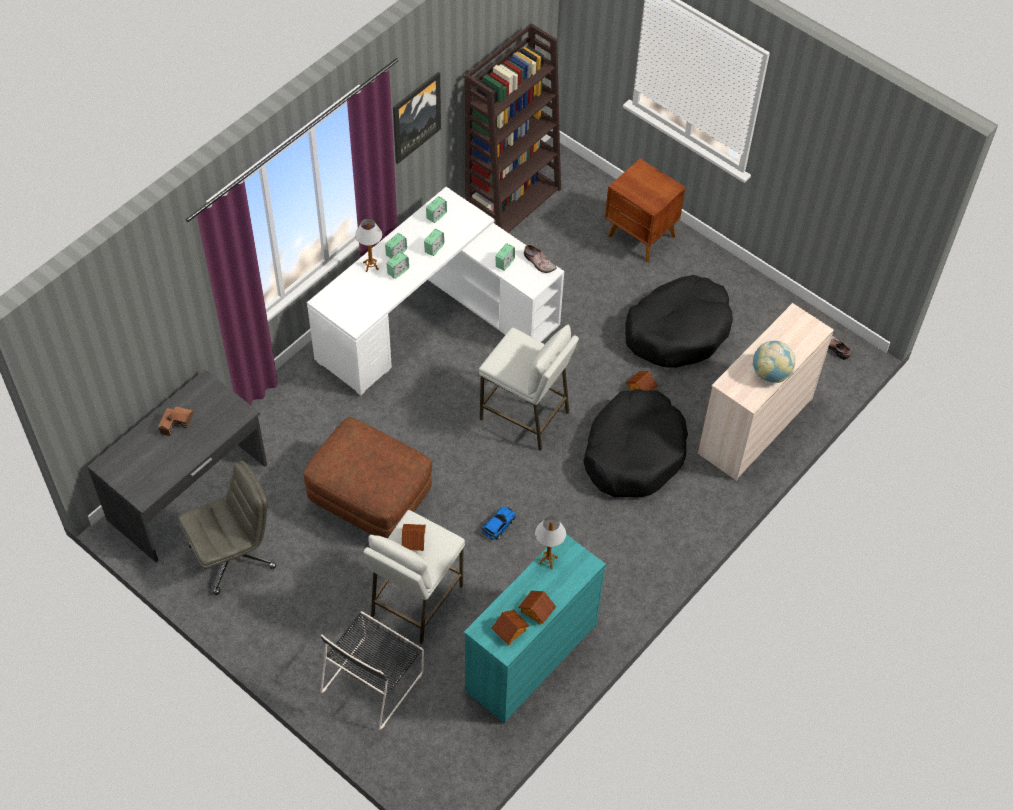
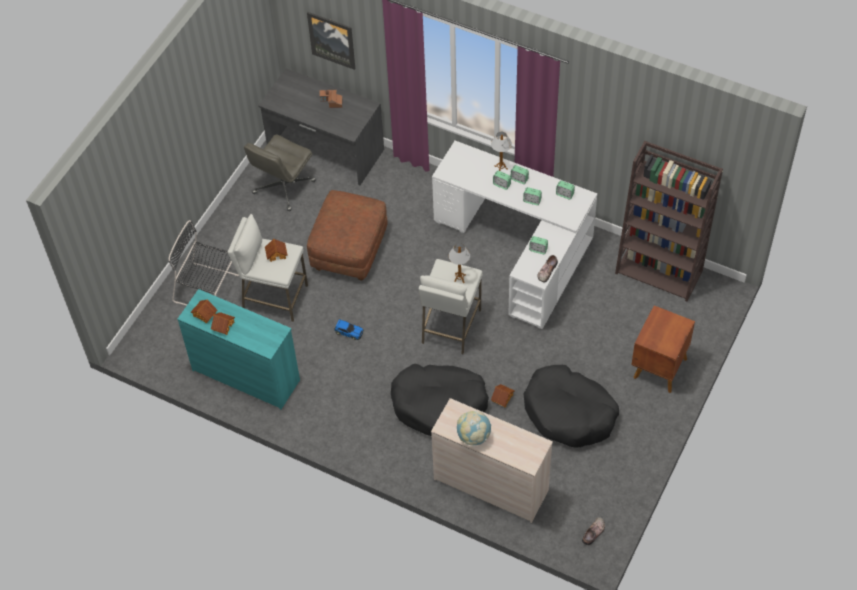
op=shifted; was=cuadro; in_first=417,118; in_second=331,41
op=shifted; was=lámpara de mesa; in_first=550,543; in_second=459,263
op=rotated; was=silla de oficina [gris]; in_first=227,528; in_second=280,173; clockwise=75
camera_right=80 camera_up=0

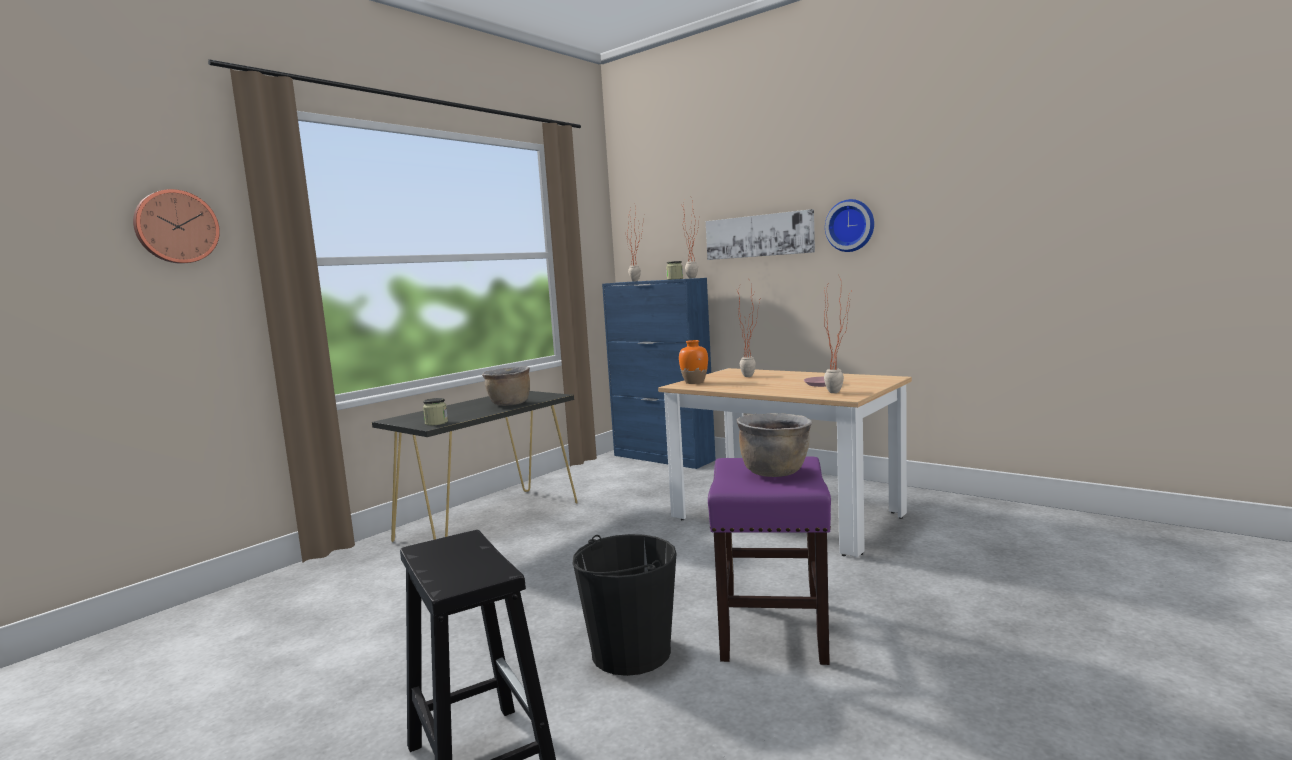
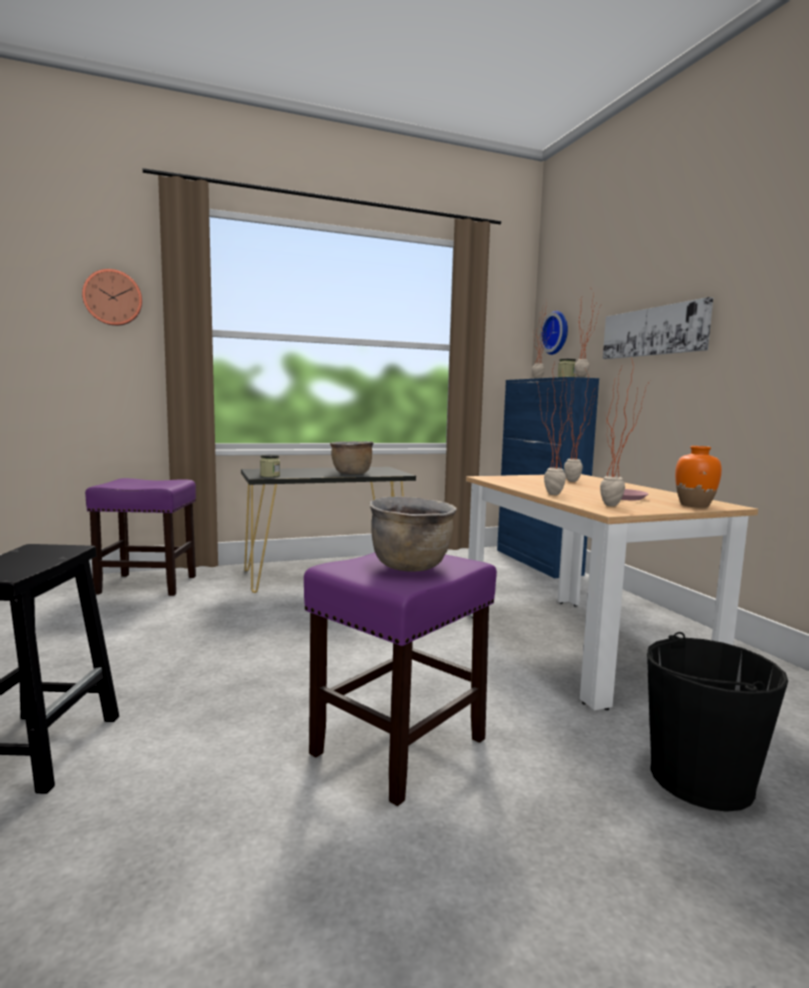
op=new; now=taburete [morado]; in_second=140,537
op=new; now=planta en maceta; in_second=553,428
op=shifted; was=cubo [negro]; in_first=624,605; in_second=717,722
op=shifted; was=florero [naranja]; in_first=693,362; in_second=698,477
op=shifted; was=reloj de pared; in_first=849,225; in_second=554,333
camera_right=30 camera_up=0

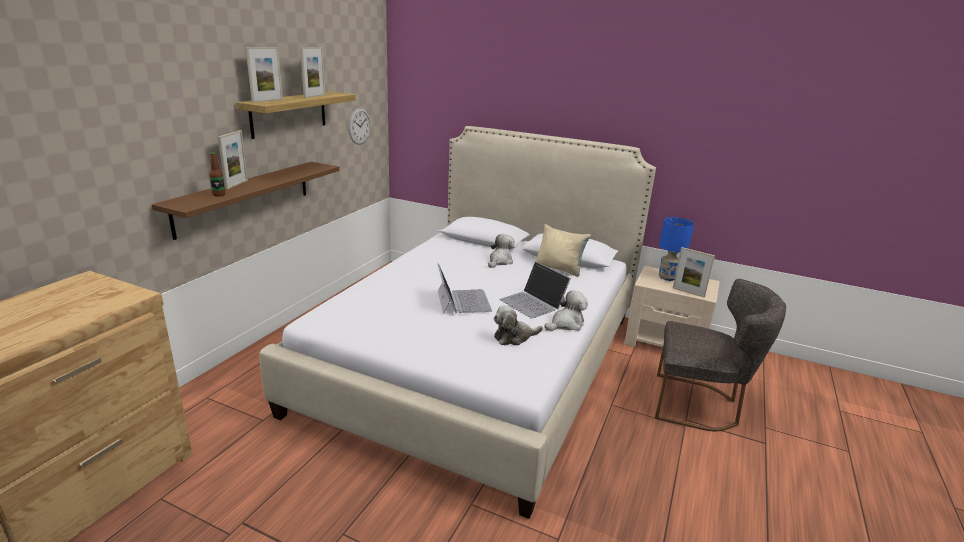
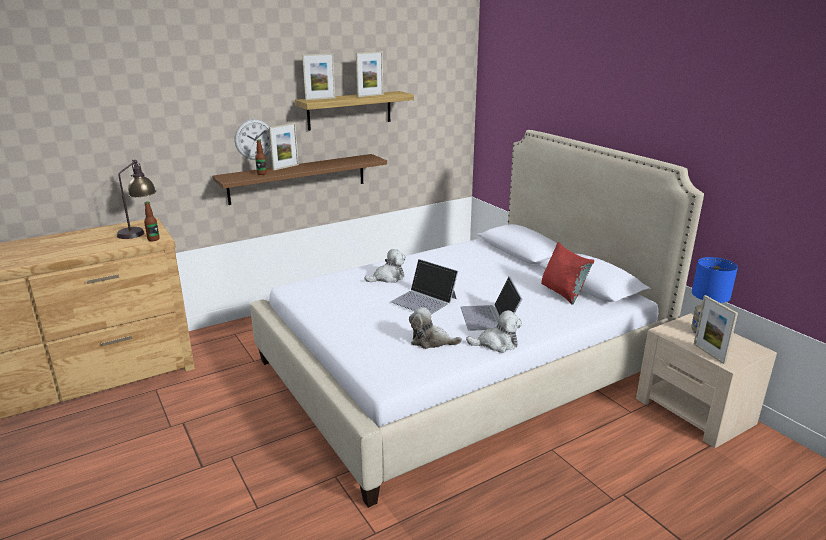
op=gone; was=silla [gris]; in_first=720,355
op=new; now=lámpara de mesa; in_second=136,199
op=new; now=botella; in_second=152,221
op=shifted; was=reloj de pared; in_first=359,126; in_second=253,139
op=shifted; was=peluche; in_first=501,251; in_second=385,266
op=repainted; was=cojín [beis]; now=cojín [rojo]; in_first=563,250; in_second=567,273
op=rotated; was=portátil; in_first=464,288; in_second=424,286; clockwise=105
camera_right=35 camera_up=0

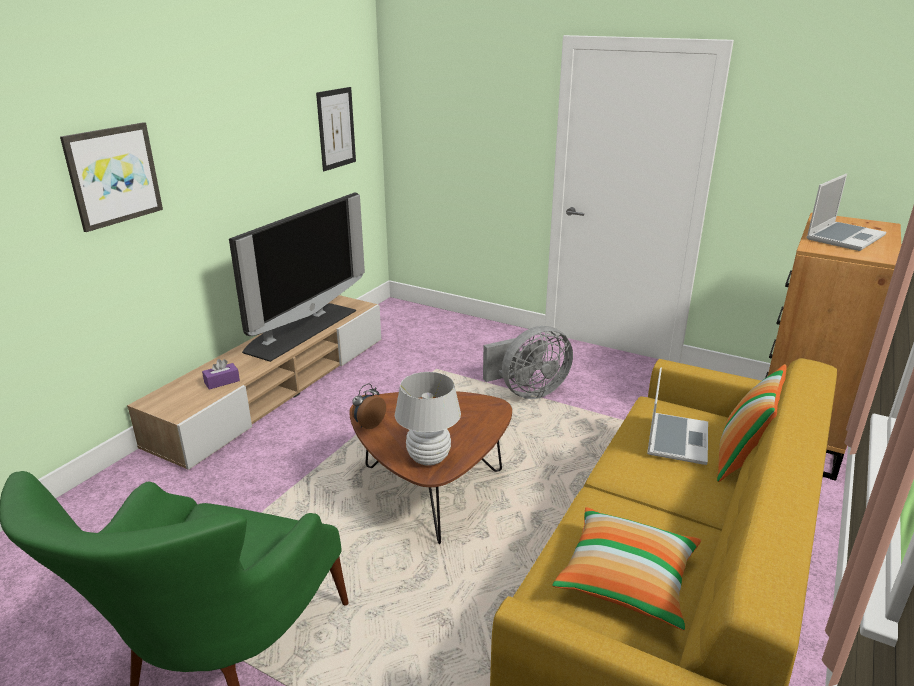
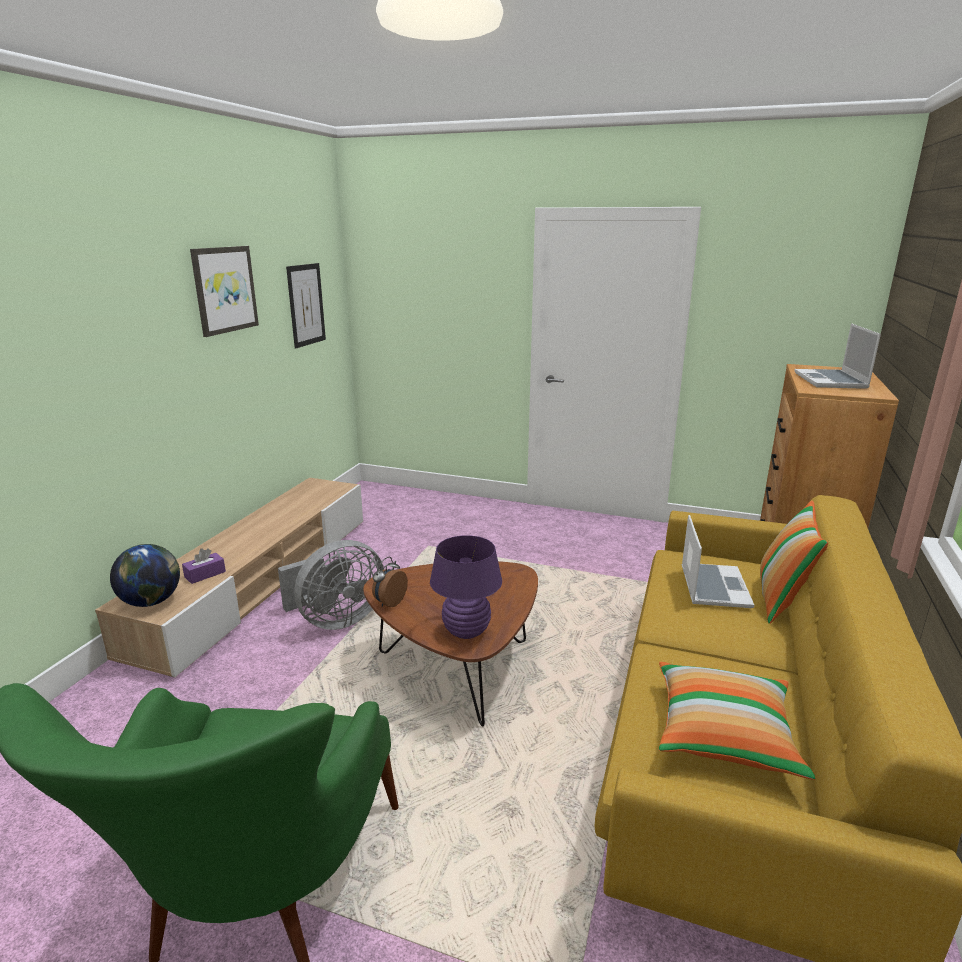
op=gone; was=televisor; in_first=297,277
op=new; now=globo terráqueo; in_second=145,575
op=shifted; was=cuadro; in_first=111,177; in_second=224,291
op=shifted; was=ventilador [gris]; in_first=528,362; in_second=331,585
op=repainted; was=lámpara de mesa [blanco]; now=lámpara de mesa [morado]; in_first=428,419; in_second=466,587
op=rotated; was=portátil; in_first=846,212; in_second=838,356; clockwise=150
camera_right=-10 camera_up=-5

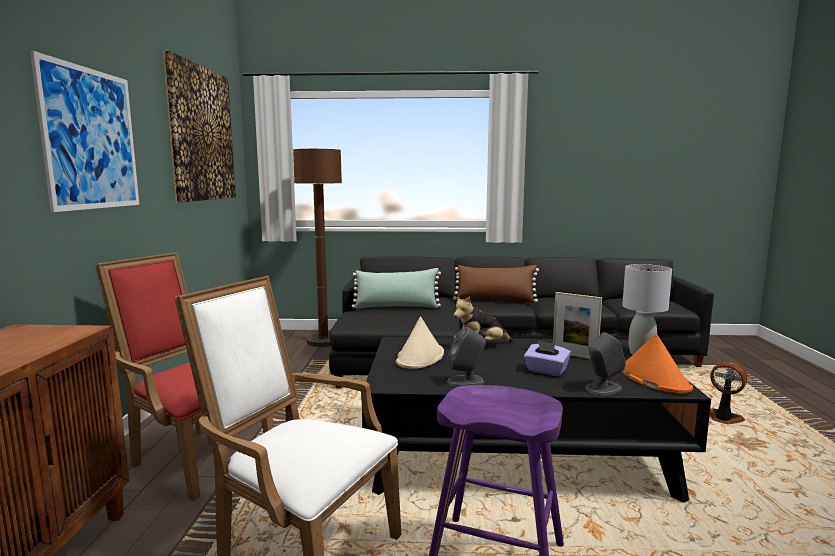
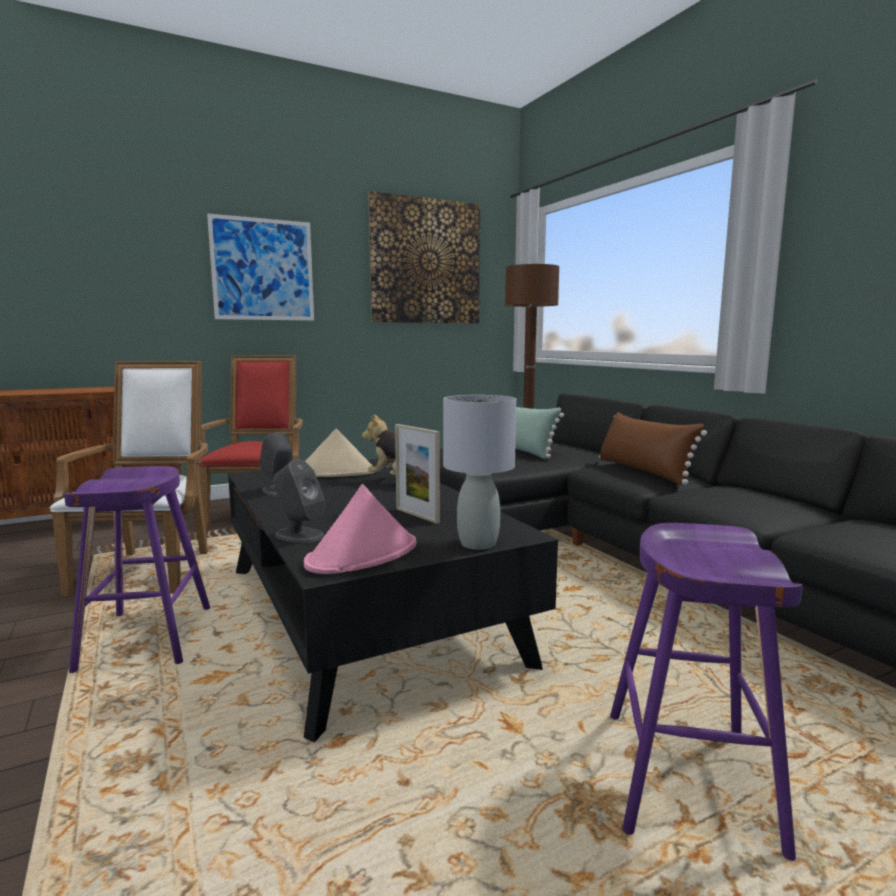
op=gone; was=caja de pañuelos [morado]; in_first=547,358
op=swapped; was=ventilador; now=taburete [morado]; in_first=728,392; in_second=706,692
op=repainted; was=sombrero [naranja]; now=sombrero [rosa]; in_first=657,363; in_second=360,529
op=rotated; was=portarretratos; in_first=577,325; in_second=417,474; clockwise=-45
camera_right=60 camera_up=0

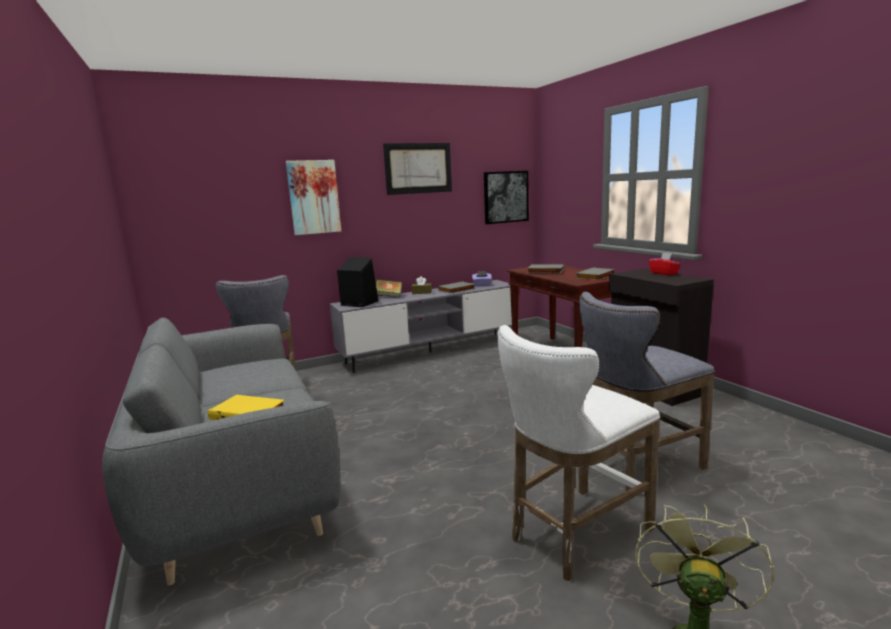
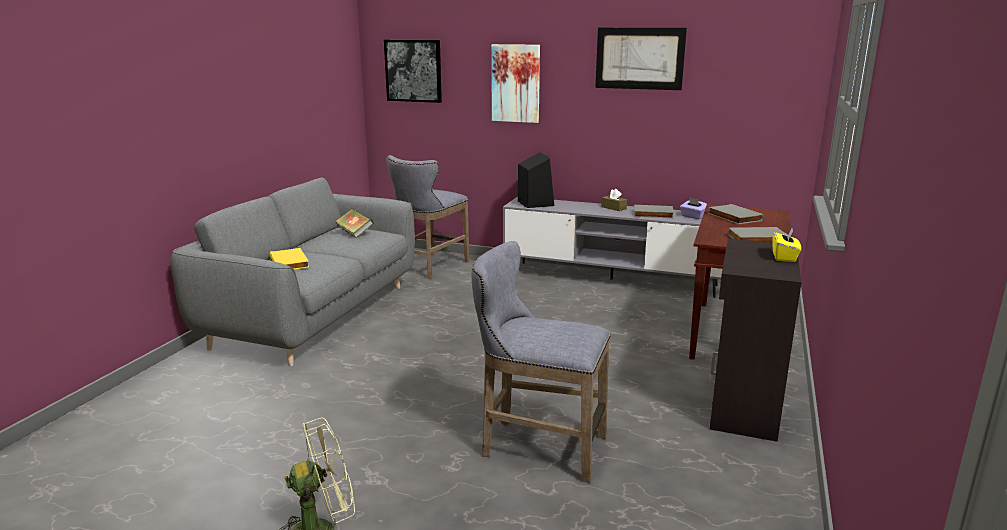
op=gone; was=taburete [blanco]; in_first=579,453
op=shifted; was=libro; in_first=389,288; in_second=354,223
op=shifted; was=cuadro; in_first=506,197; in_second=413,71
op=repainted; was=caja de pañuelos [rojo]; now=caja de pañuelos [amarillo]; in_first=665,264; in_second=786,245
camera_right=45 camera_up=5

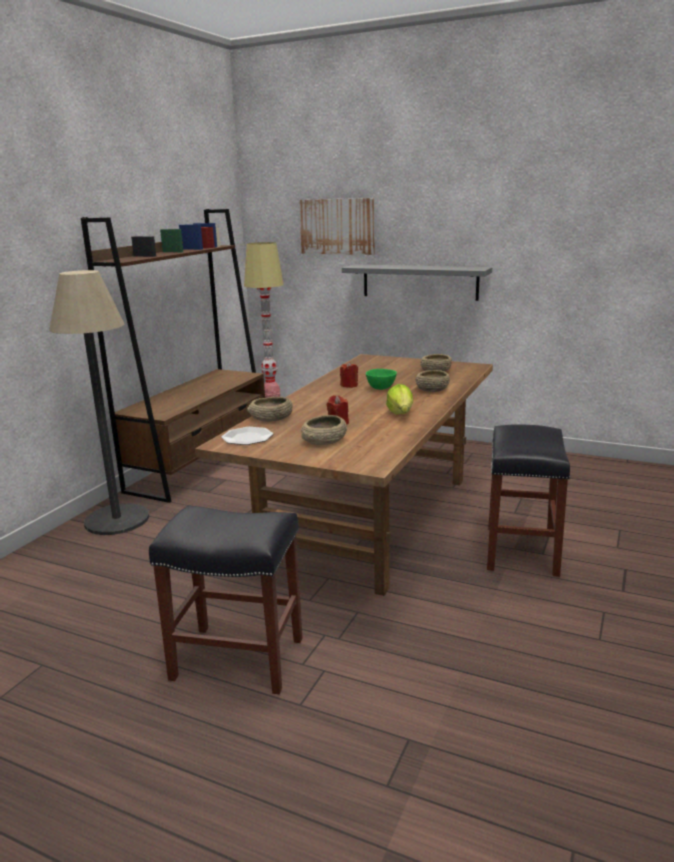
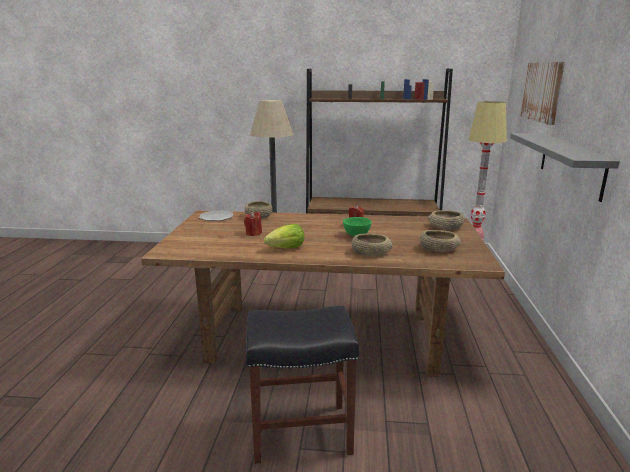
op=gone; was=taburete [negro]; in_first=226,599
op=shifted; was=cuenco [beis]; in_first=324,430; in_second=446,219
camera_right=70 camera_up=0

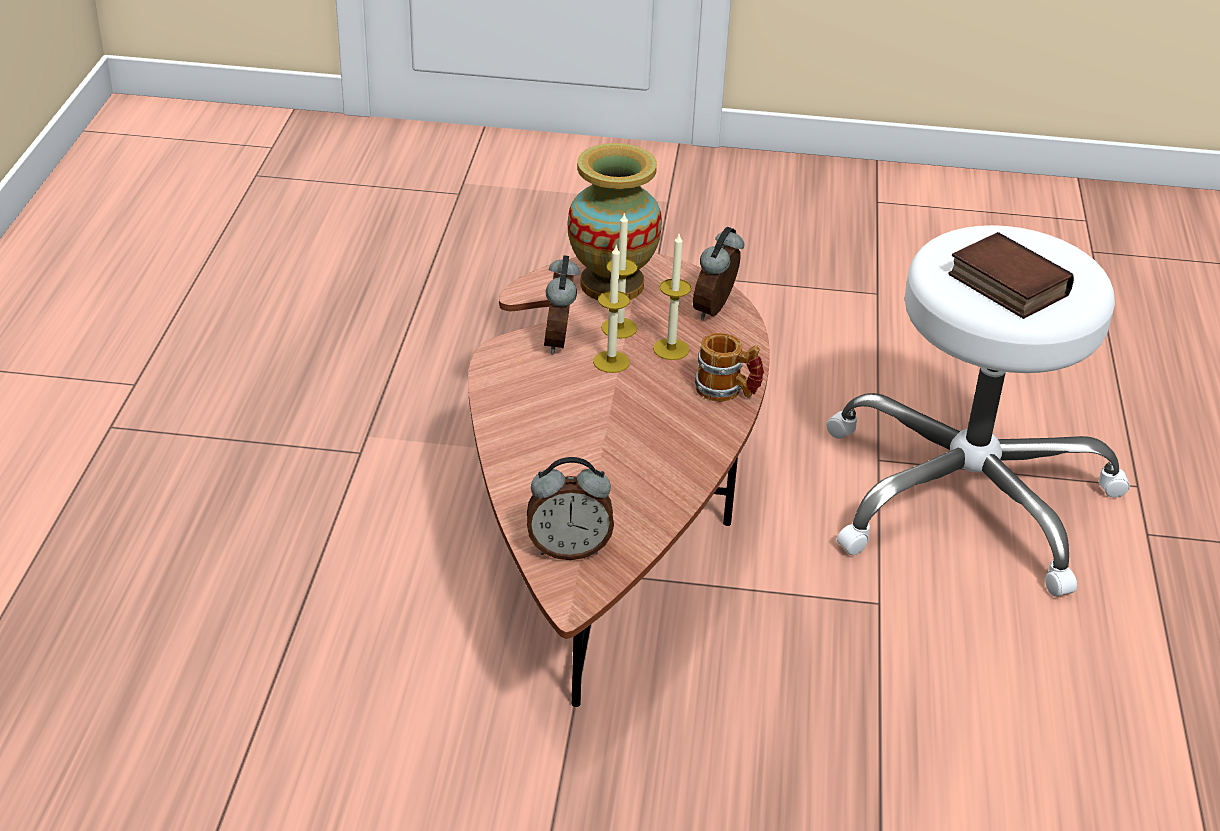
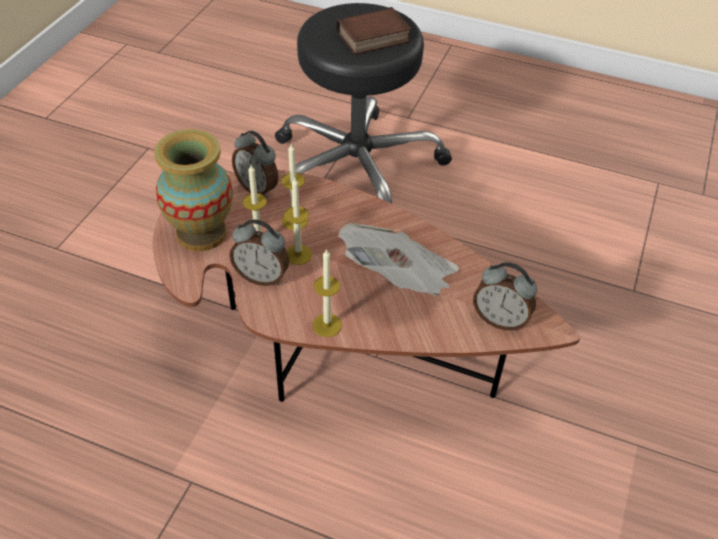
op=gone; was=taza grande; in_first=729,367
op=new; now=vela; in_second=327,293
op=new; now=periódico; in_second=399,259
op=repainted; was=taburete [blanco]; now=taburete [negro]; in_first=978,411; in_second=363,103
op=rotated; was=despertador; in_first=570,508; in_second=505,296; clockwise=105
camera_right=-75 camera_up=10

